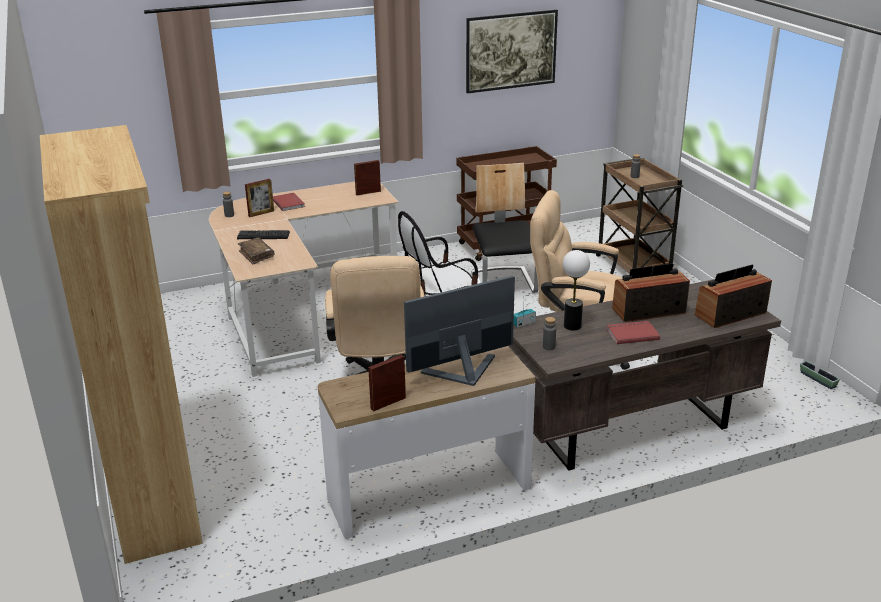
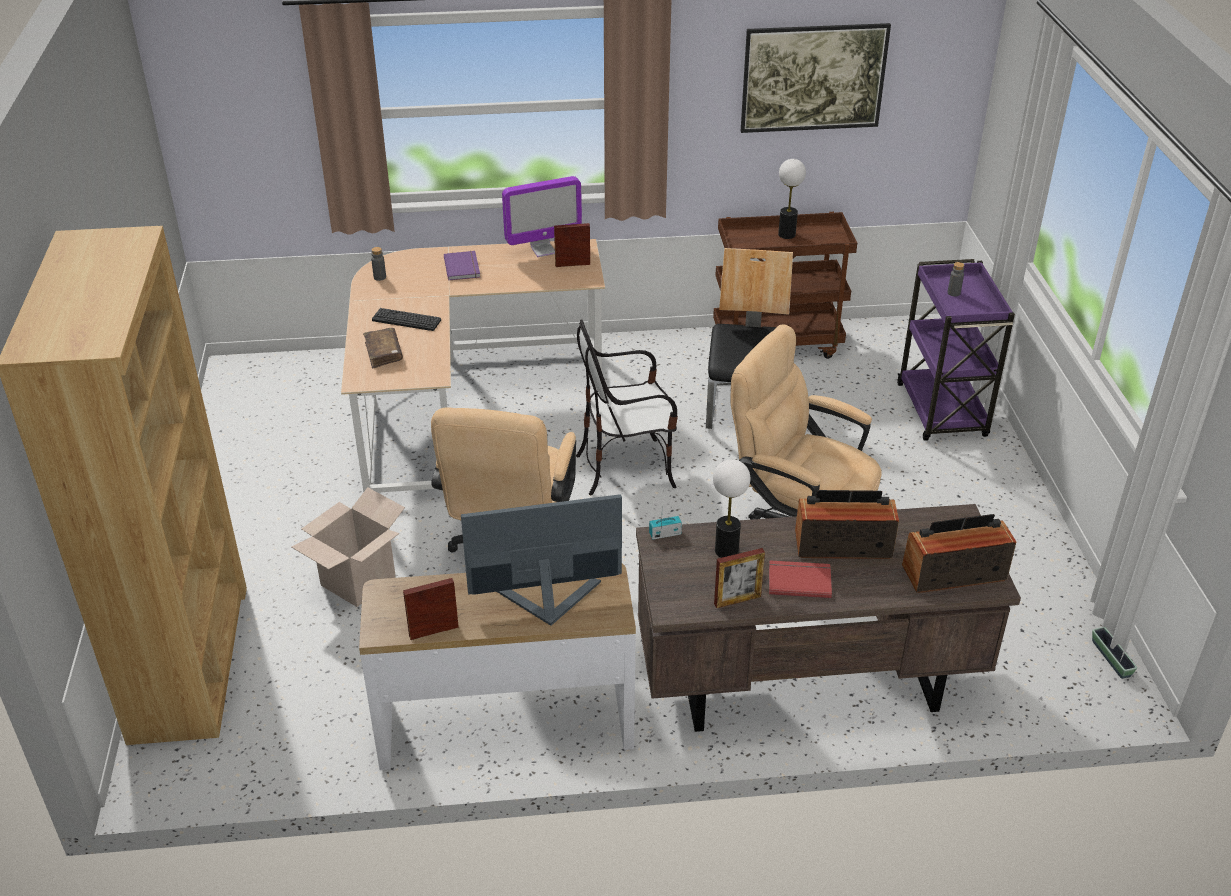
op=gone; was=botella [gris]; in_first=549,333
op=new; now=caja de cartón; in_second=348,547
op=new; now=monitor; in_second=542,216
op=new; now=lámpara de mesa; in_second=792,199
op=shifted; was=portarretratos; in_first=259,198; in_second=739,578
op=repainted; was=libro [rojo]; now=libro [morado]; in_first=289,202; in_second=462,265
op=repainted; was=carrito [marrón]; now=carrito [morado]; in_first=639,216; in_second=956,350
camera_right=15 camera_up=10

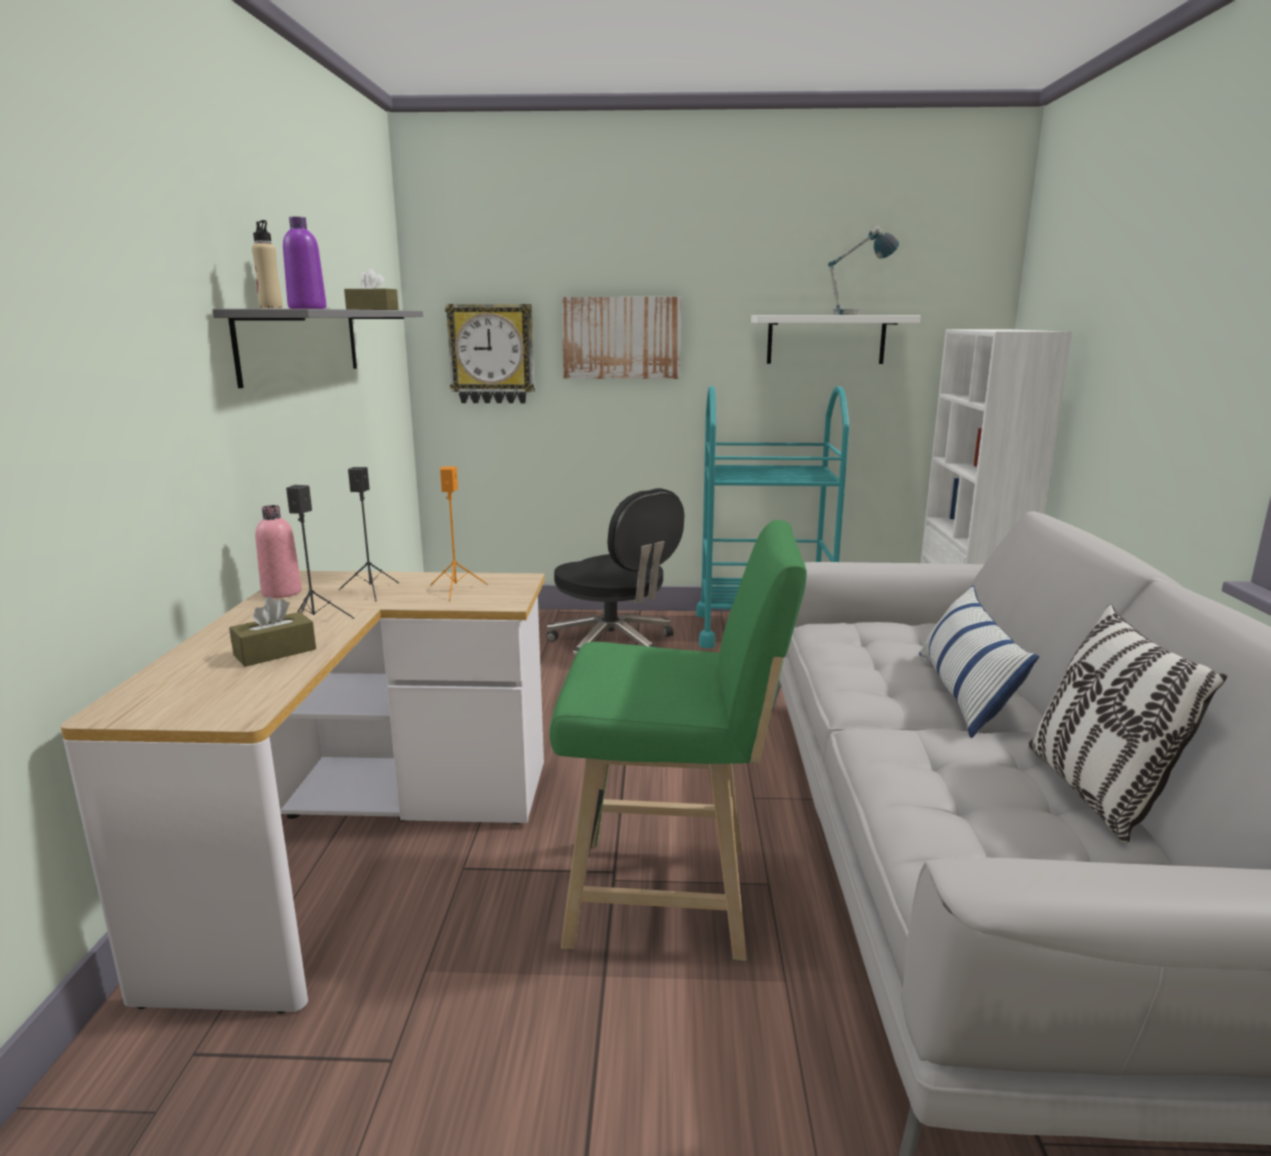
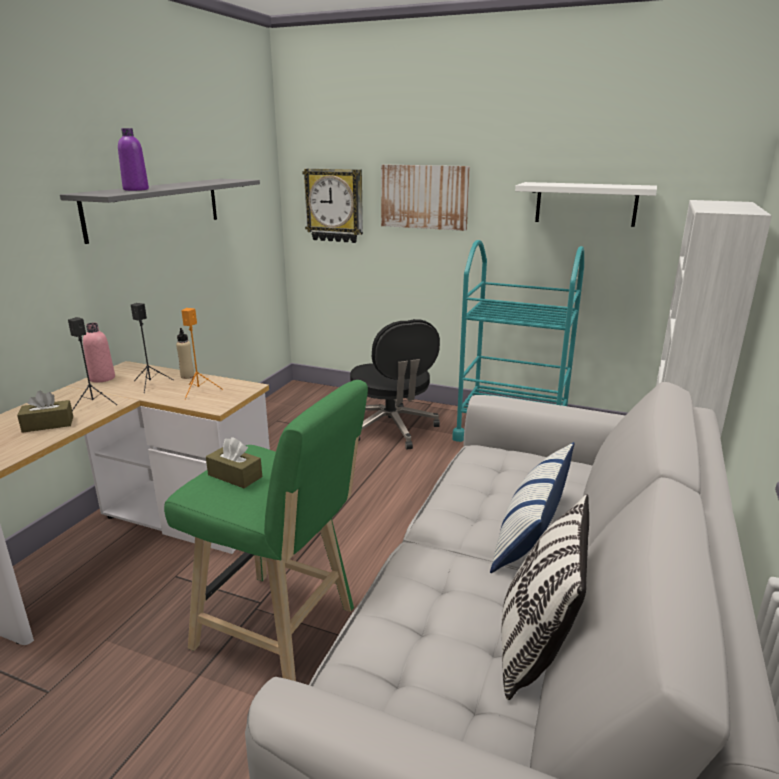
op=gone; was=lámpara de mesa; in_first=863,270
op=shifted; was=botella [beis]; in_first=267,264; in_second=185,353
op=shifted; was=caja de pañuelos [marrón]; in_first=371,289; in_second=234,462
camera_right=20 camera_up=5

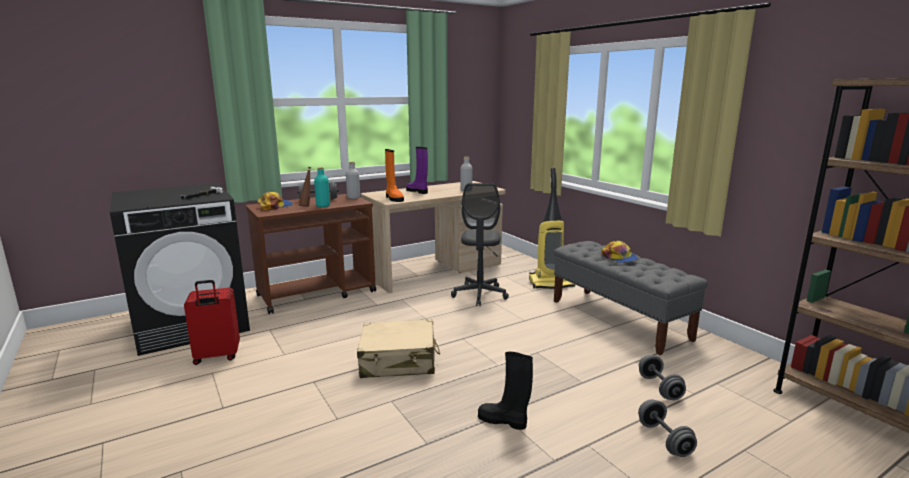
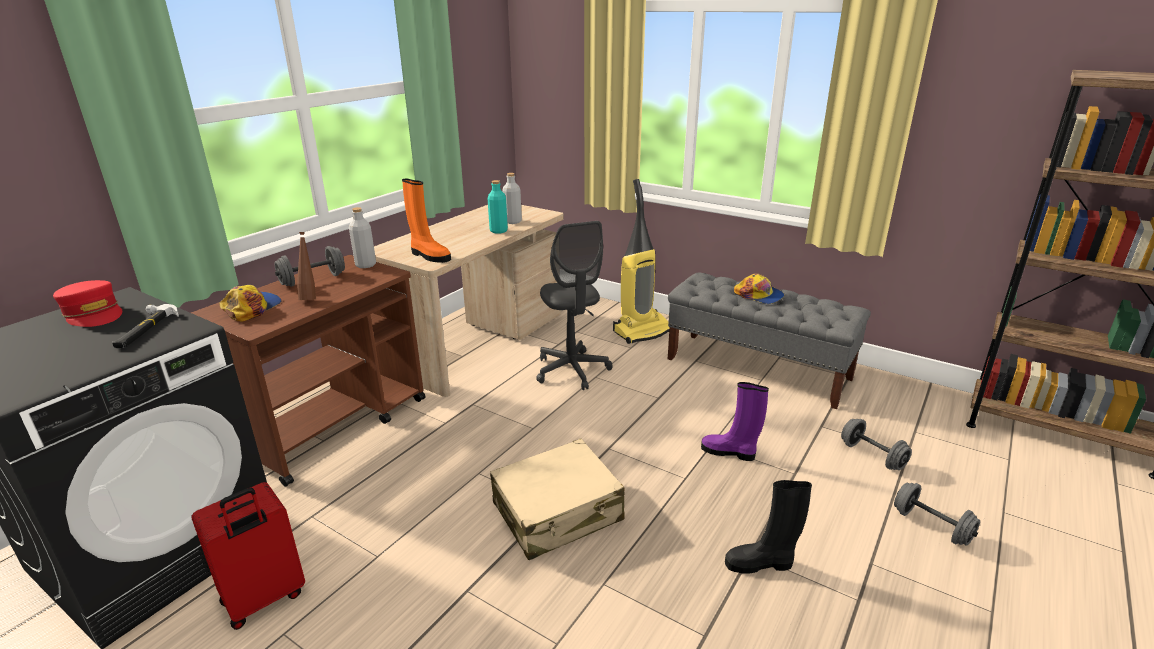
op=new; now=gorra [rojo]; in_second=87,303
op=shifted; was=botella [turquesa]; in_first=322,187; in_second=497,207
op=shifted; was=bota [morado]; in_first=417,170; in_second=735,421
camera_right=-25 camera_up=10

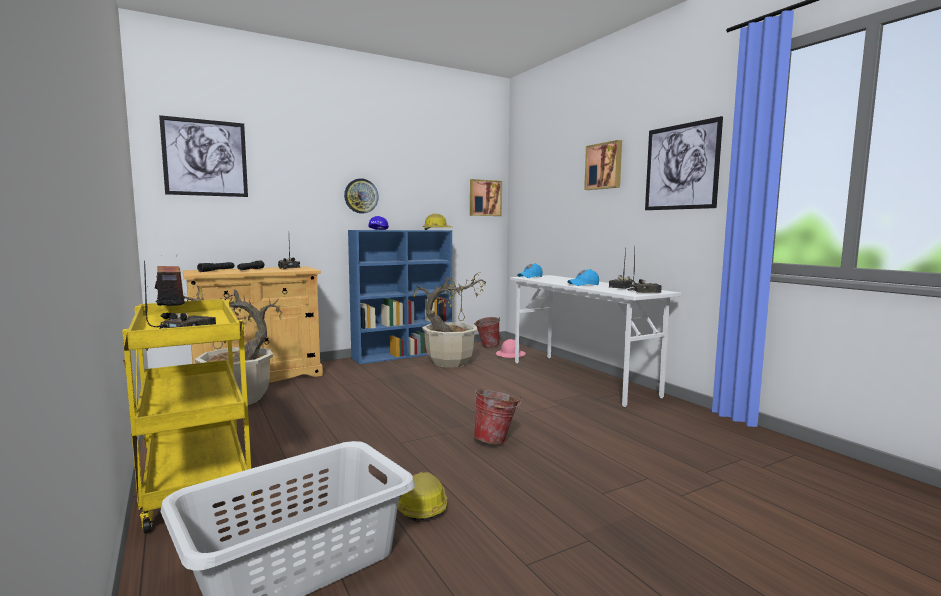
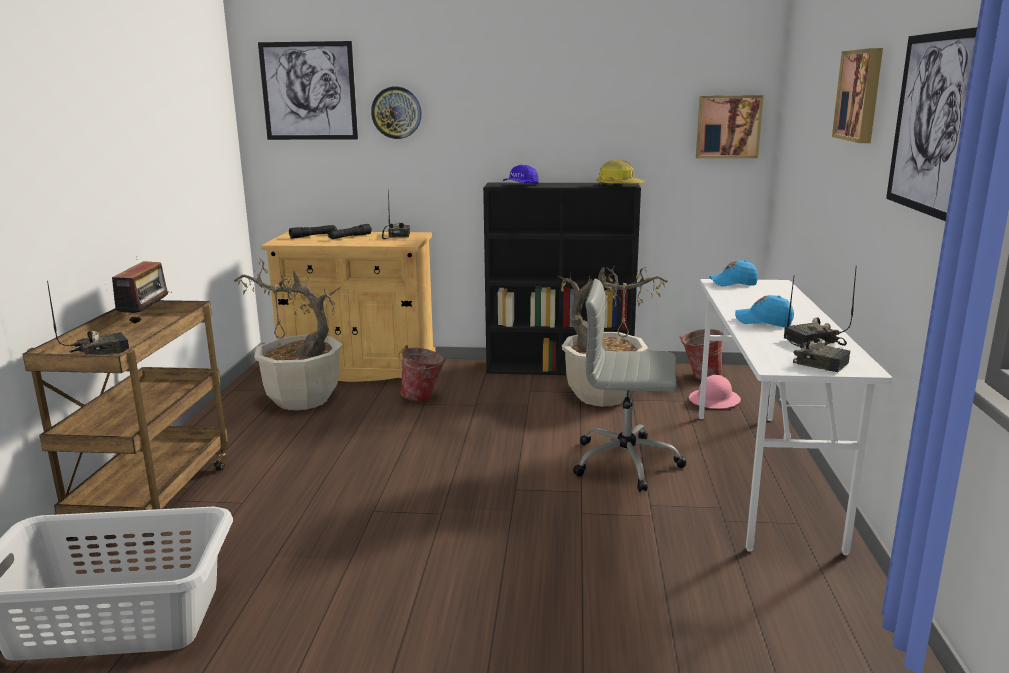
op=gone; was=casco; in_first=422,497
op=new; now=silla de oficina [gris]; in_second=629,385
op=shifted; was=reloj de pared; in_first=361,196; in_second=396,113
op=shifted; was=cubo; in_first=497,416; in_second=422,373
op=repainted; was=carrito [amarillo]; now=carrito [marrón]; in_first=188,416; in_second=125,421
op=repainted; was=estantería [azul]; now=estantería [negro]; in_first=400,297; in_second=562,279
camera_right=35 camera_up=10

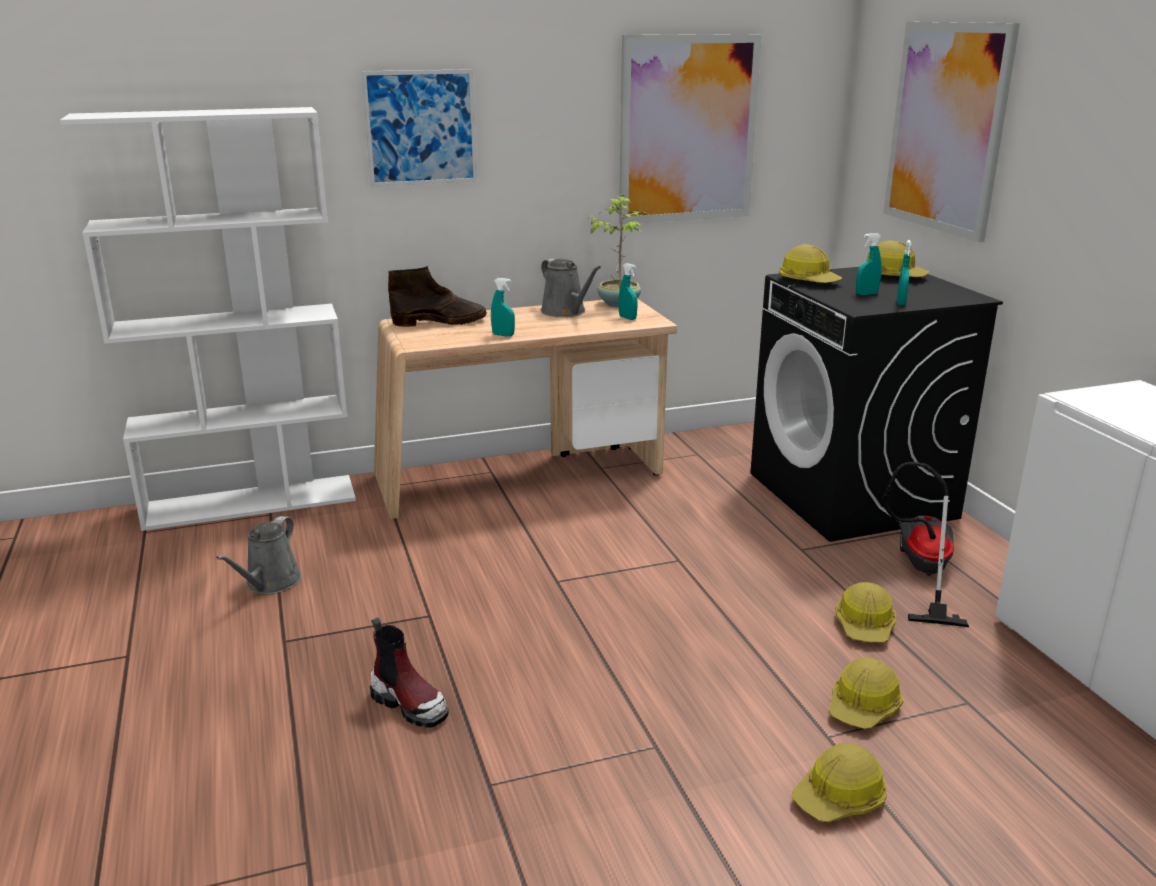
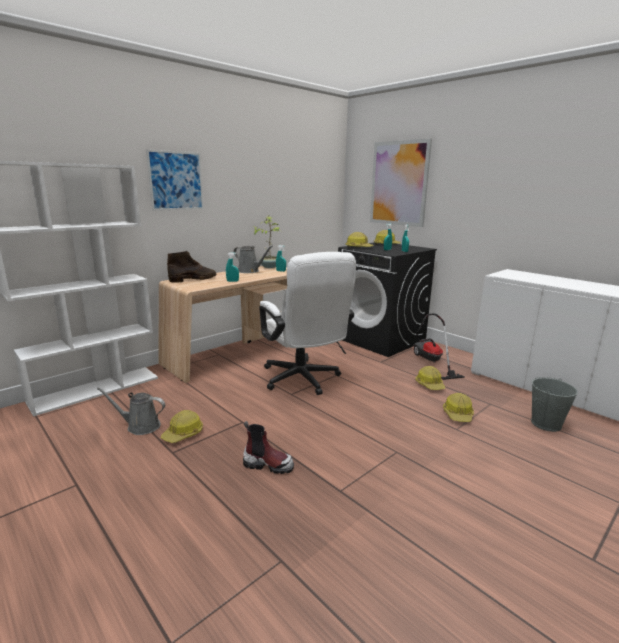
op=gone; was=cuadro; in_first=690,129
op=new; now=silla de oficina [blanco]; in_second=307,323
op=new; now=cubo [gris]; in_second=554,404
op=shifted; was=casco; in_first=839,782; in_second=182,426
op=rotated; was=regadera [gris]; in_first=259,555; in_second=131,411; clockwise=105
camera_right=-25 camera_up=-5

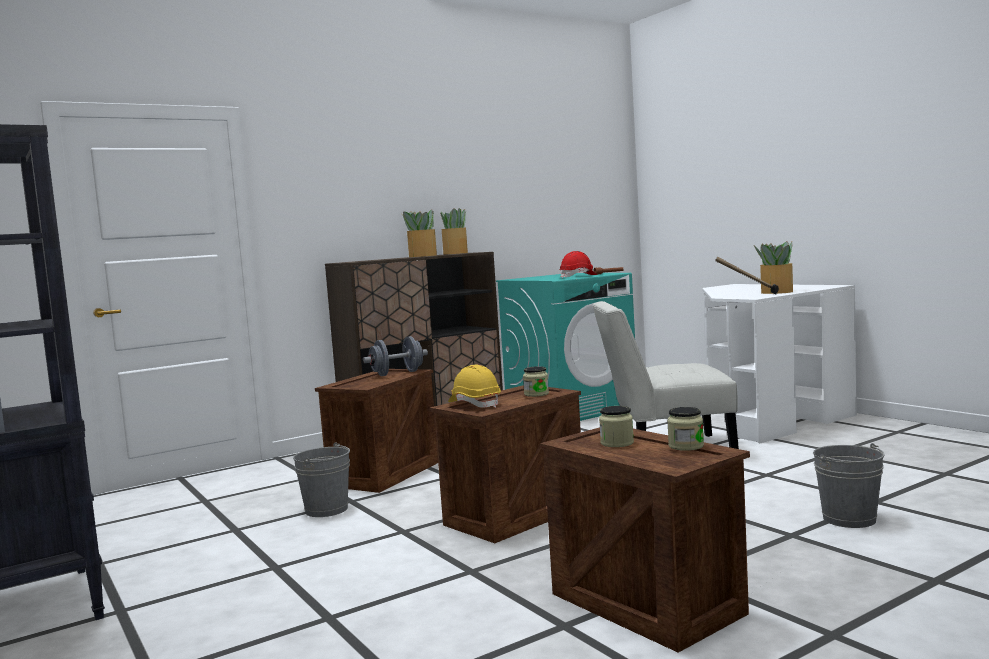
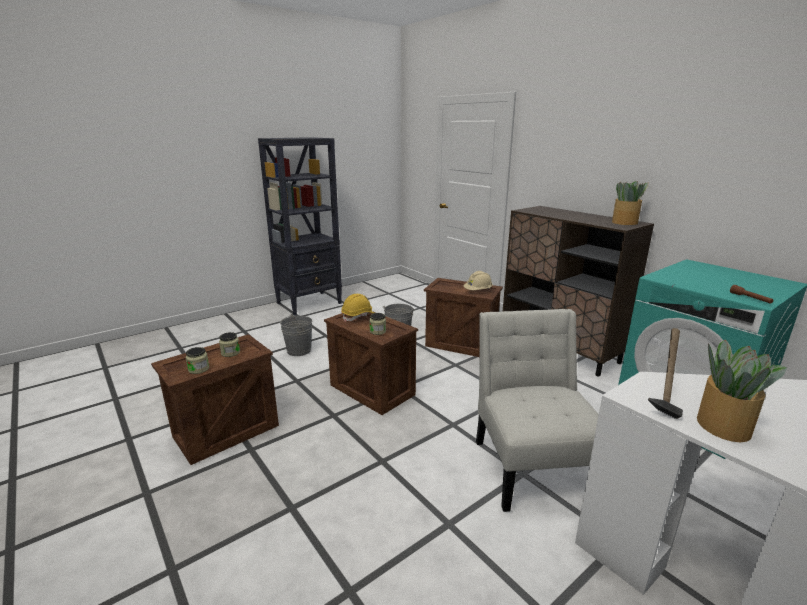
op=gone; was=planta en maceta; in_first=420,233
op=gone; was=casco [rojo]; in_first=578,264
op=shifted; was=cubo [gris]; in_first=849,485; in_second=296,335
op=swapped; was=mancuerna [gris]; now=casco [beis]; in_first=395,356; in_second=478,280
camera_right=85 camera_up=15

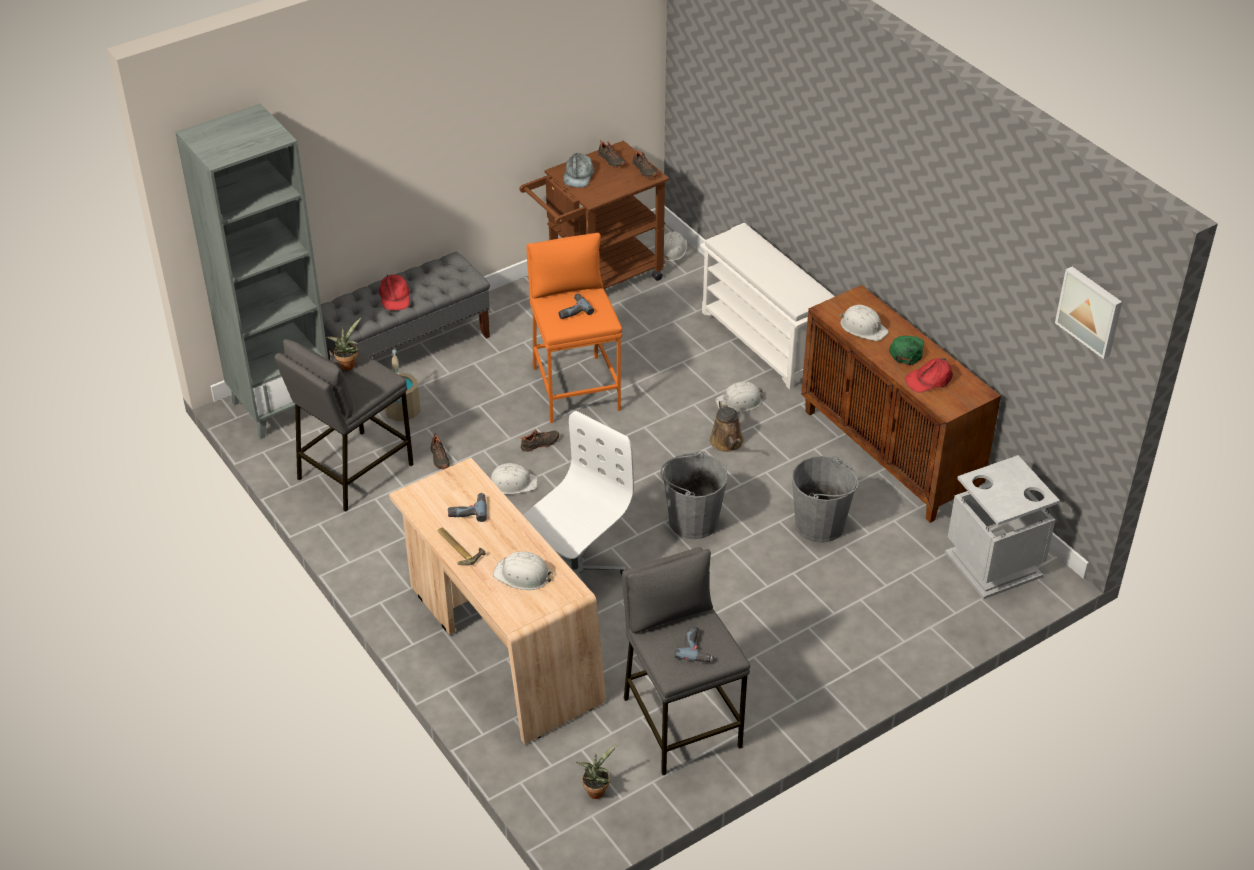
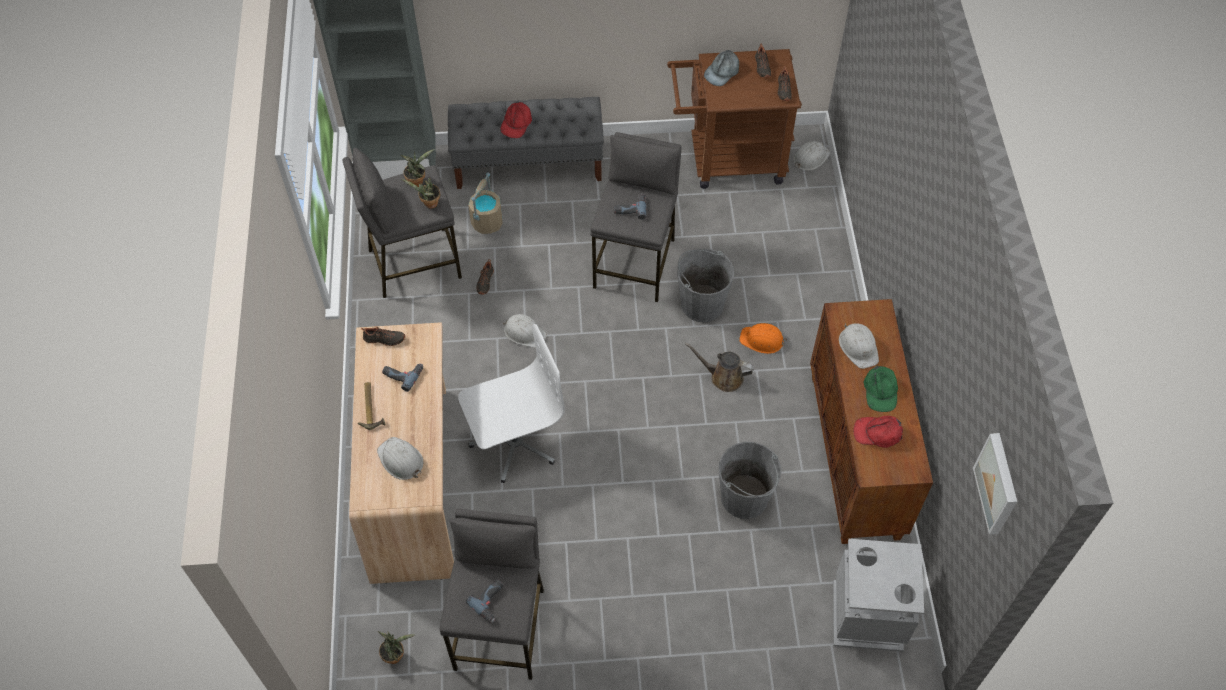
op=gone; was=zapatero [blanco]; in_first=767,306
op=new; now=planta en maceta; in_second=421,193
op=shifted; was=zapato [negro]; in_first=539,440; in_second=383,336
op=shifted; was=cubo [gris]; in_first=694,495; in_second=705,285
op=repainted; was=taburete [naranja]; now=taburete [gris]; in_first=574,328; in_second=635,217
op=repainted; was=casco [blanco]; now=casco [naranja]; in_first=739,397; in_second=763,338
op=rotated; was=regadera [marrón]; in_first=727,426; in_second=719,367; clockwise=90
op=rotated; was=gorra [verde]; in_first=906,350; in_second=881,388; clockwise=135
camera_right=30 camera_up=15

